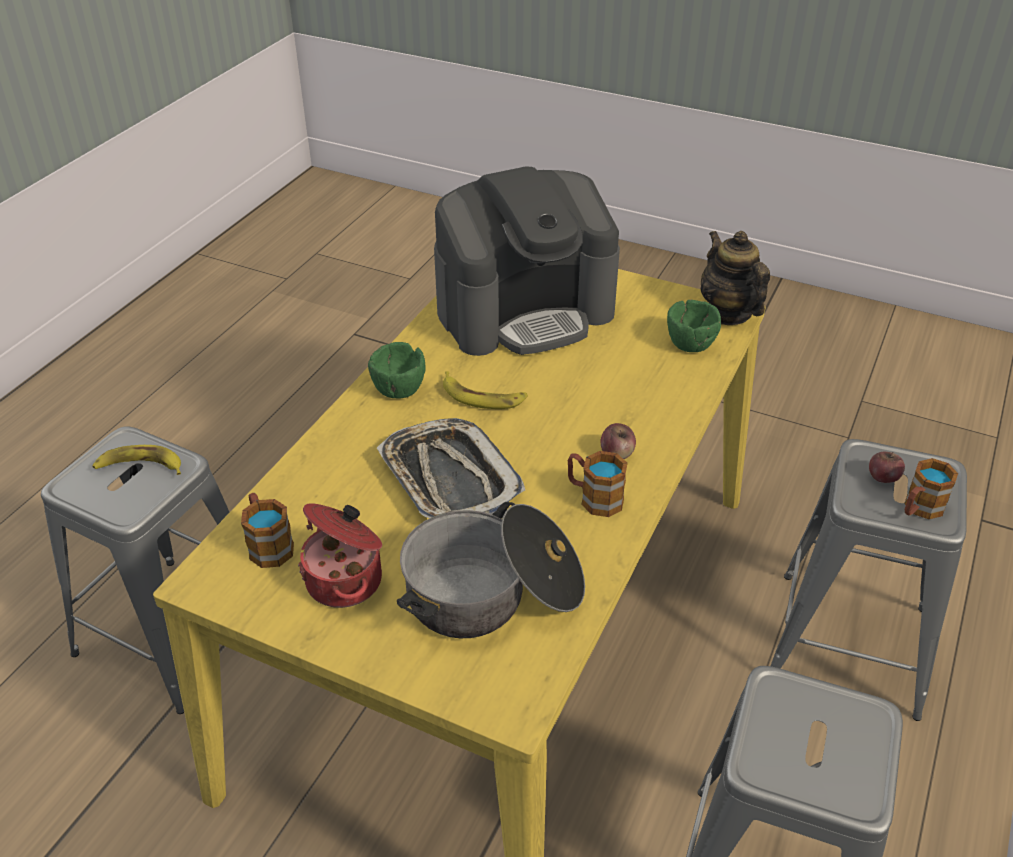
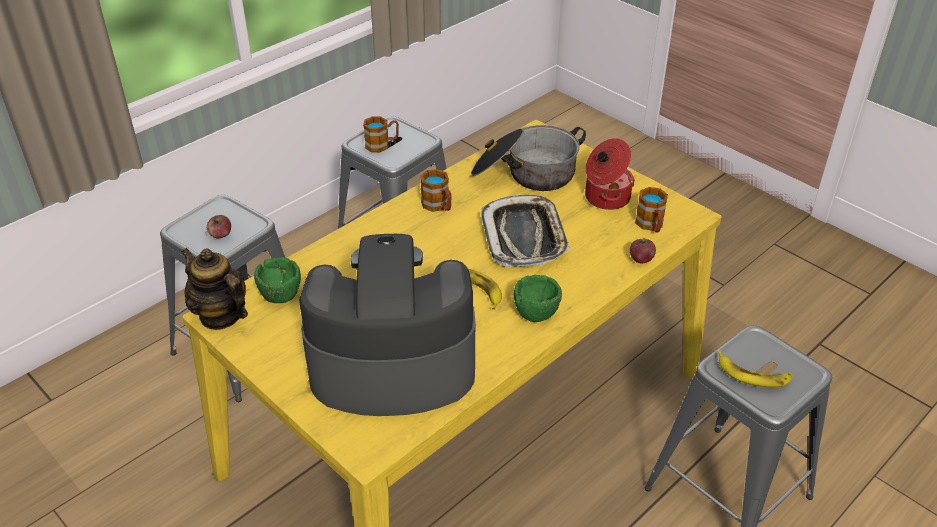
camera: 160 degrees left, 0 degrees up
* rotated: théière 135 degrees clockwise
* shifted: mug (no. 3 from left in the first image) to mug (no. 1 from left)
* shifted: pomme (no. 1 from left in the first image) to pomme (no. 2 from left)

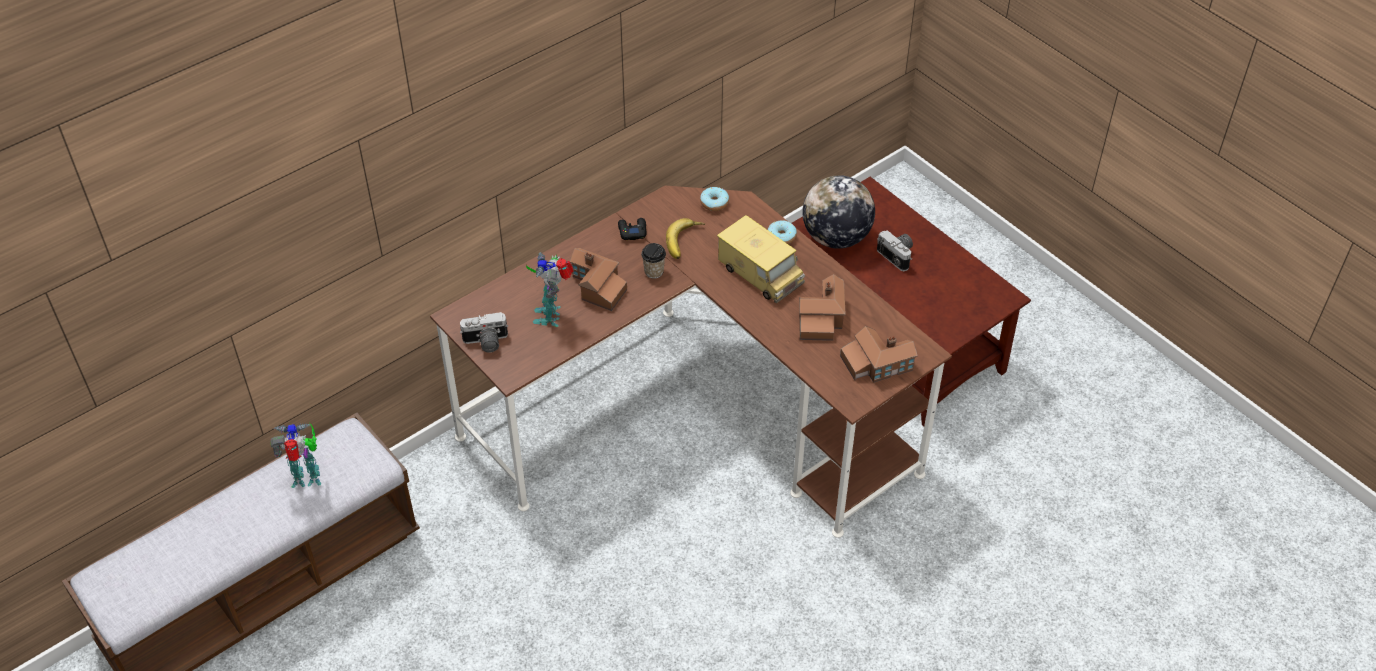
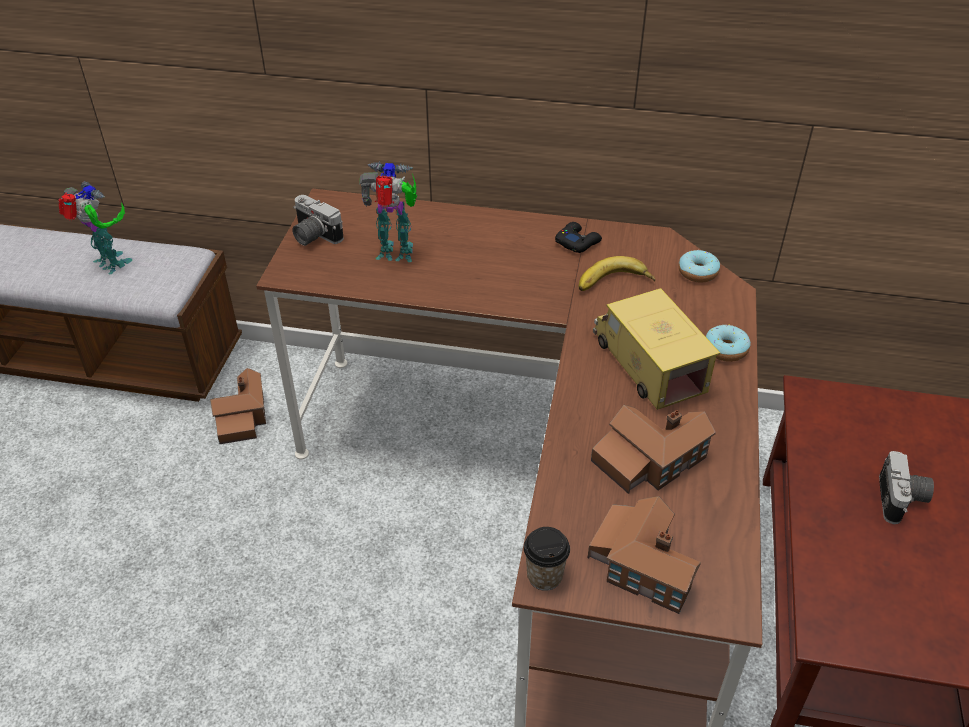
camera: 50 degrees right, 5 degrees down
* shifted: maison miniature (no. 1 from left)
* rotated: robot jouet (no. 2 from left) 45 degrees clockwise
* shifted: tasse
* rotated: camion jouet 150 degrees clockwise
* gone: globe

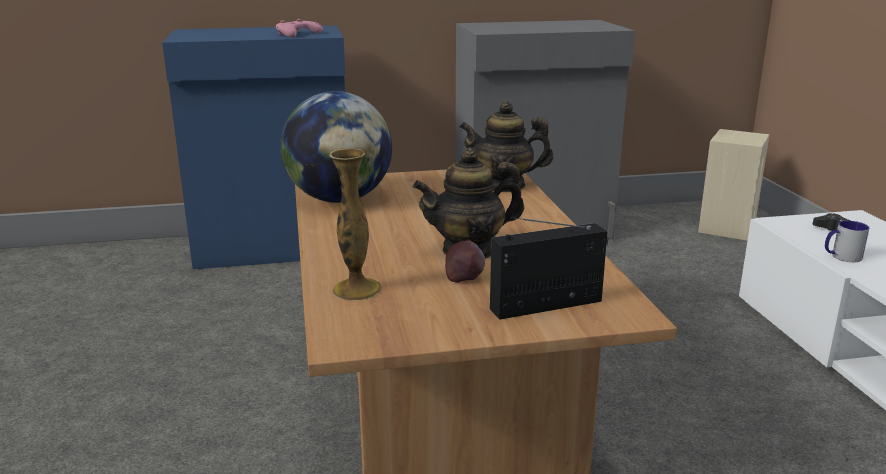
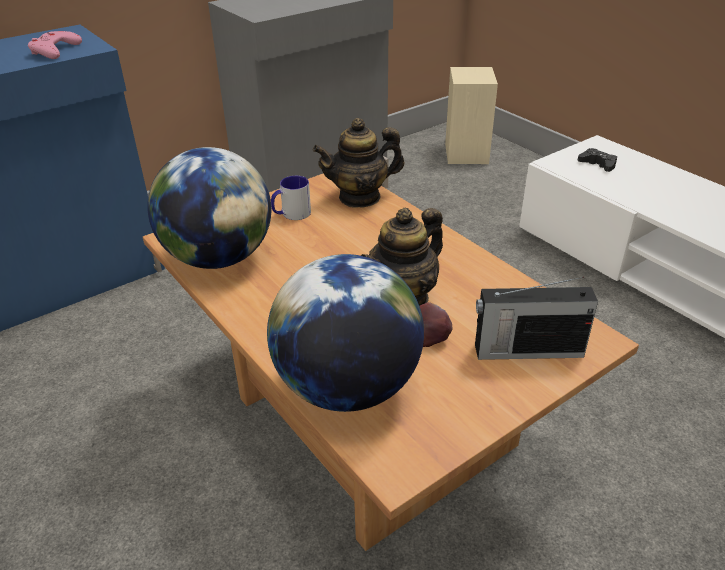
camera: 25 degrees left, 15 degrees up
* swapped: vase to globe (no. 2 from left)
* shifted: mug
* rotated: radio 135 degrees counterclockwise

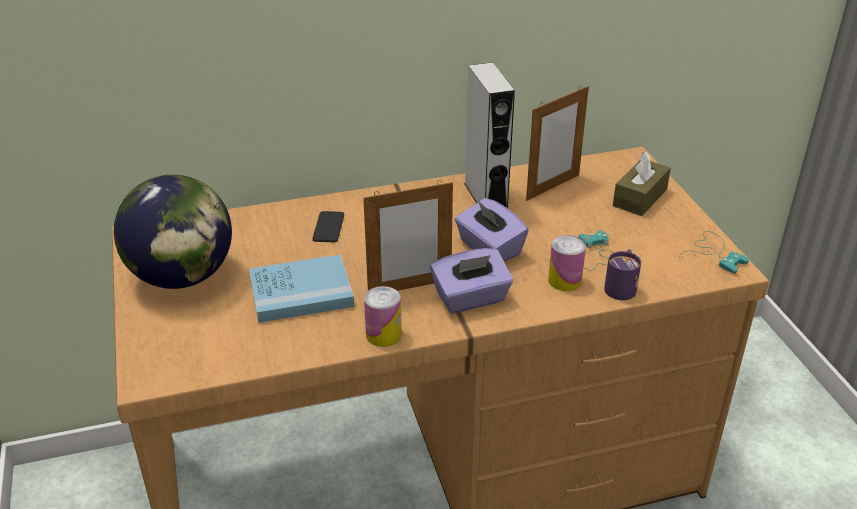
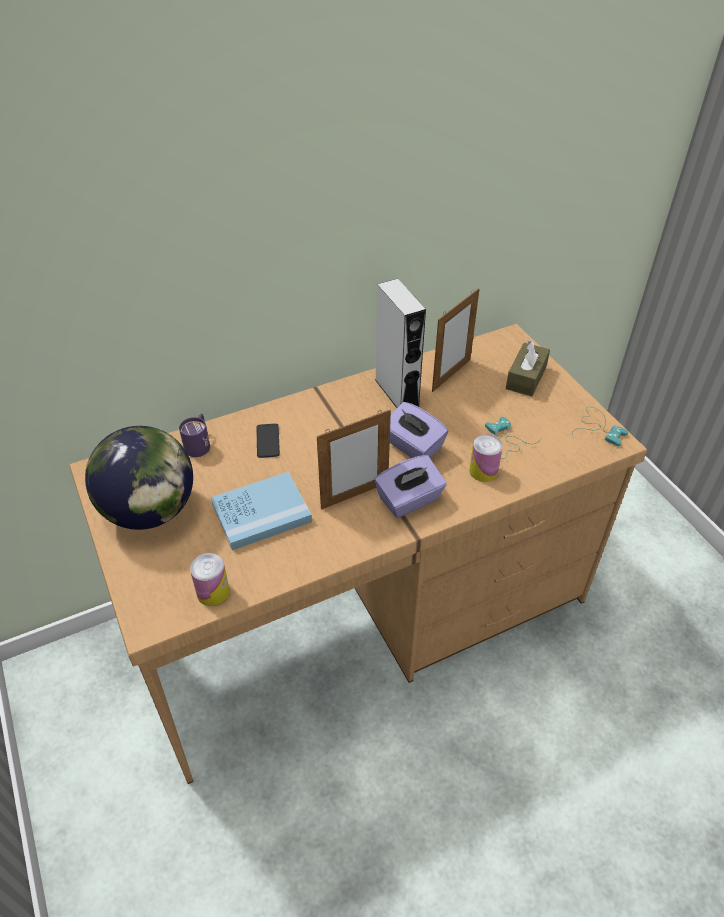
camera: 10 degrees left, 10 degrees up
* shifted: mug [violet]
* shifted: boîte métallique (no. 1 from left)

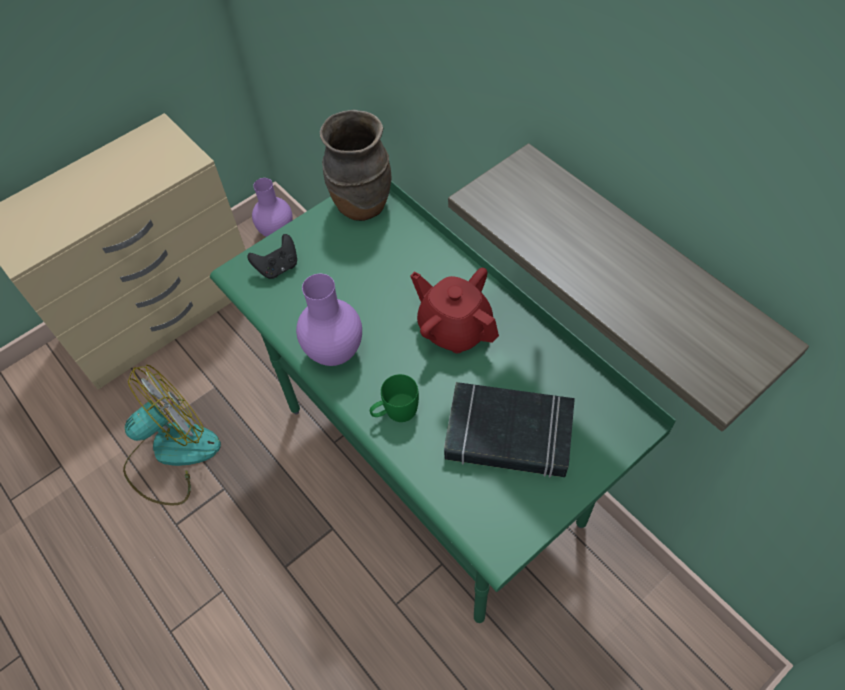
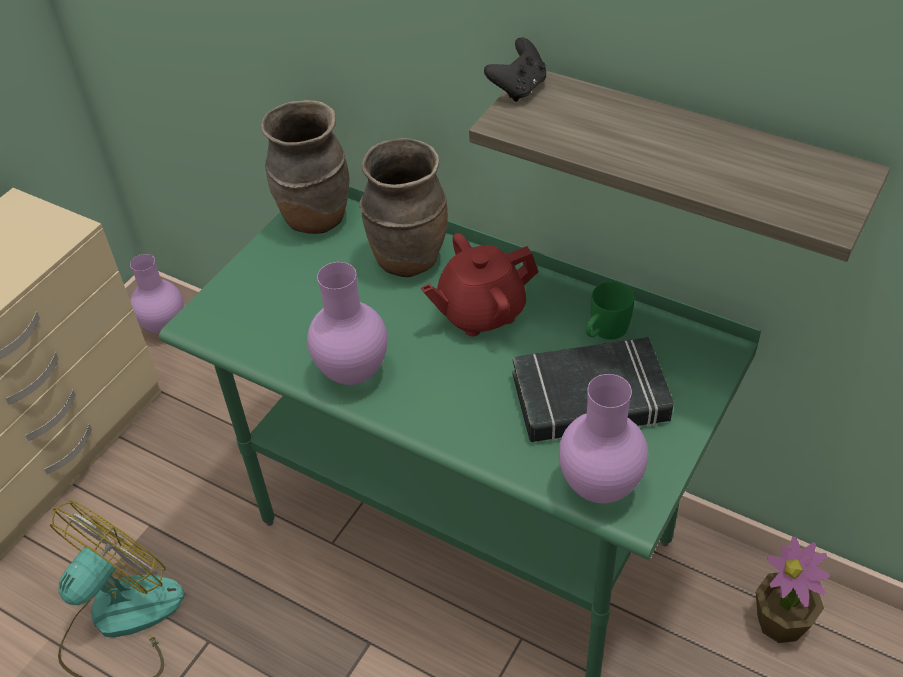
camera: 20 degrees left, 10 degrees down
* new: vase [marron] (no. 2 from left)
* rotated: théière [rouge] 45 degrees counterclockwise
* shifted: manette [noir]
* new: vase [violet] (no. 3 from left)
* shifted: mug [vert]
* new: plante en pot

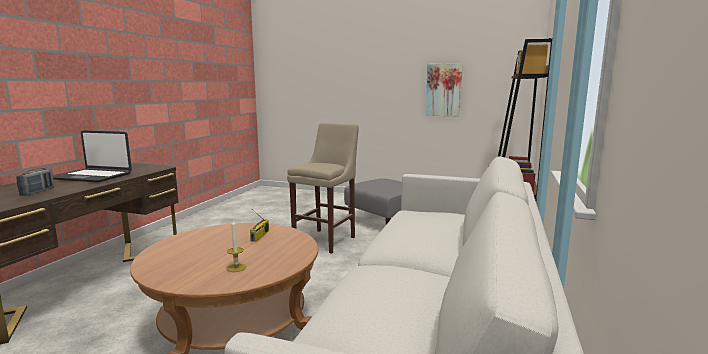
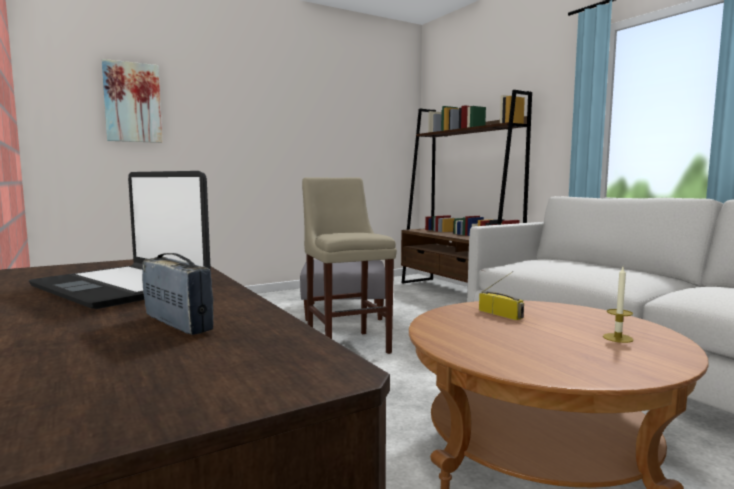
camera: 50 degrees left, 5 degrees down
* rotated: ordinateur portable 75 degrees clockwise
* shifted: tableau

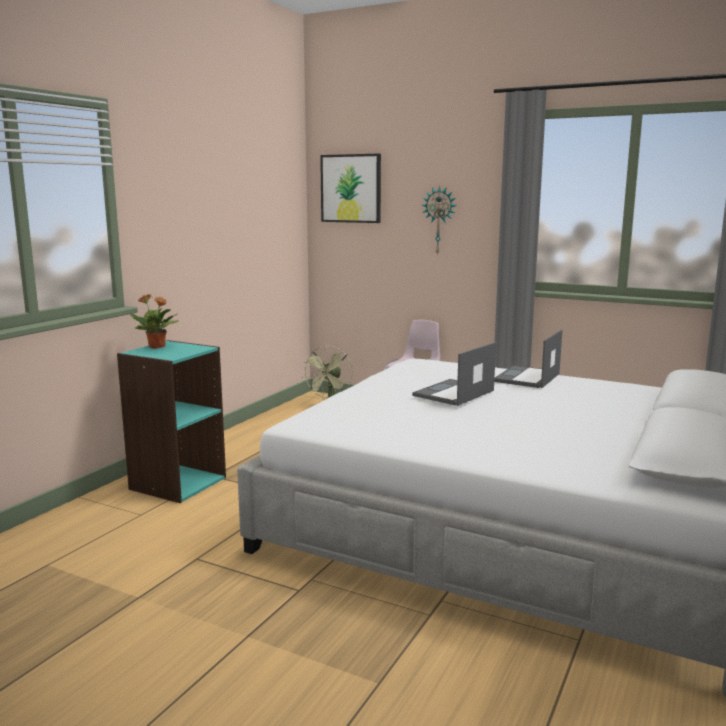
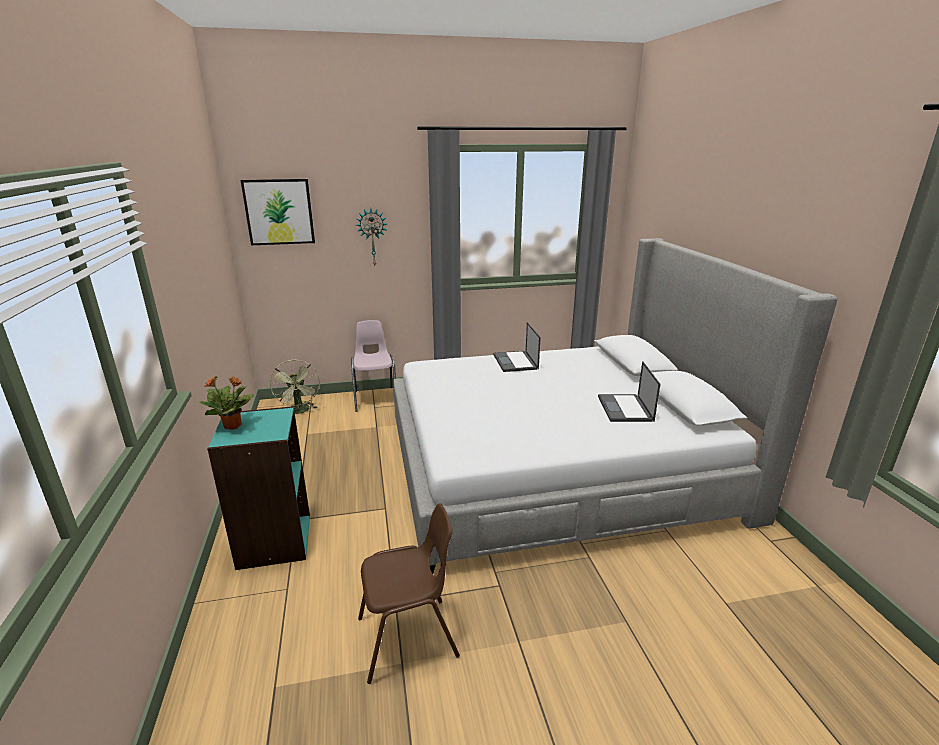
camera: 40 degrees left, 10 degrees up
* new: chaise [marron]
* shifted: ordinateur portable (no. 1 from left in the first image) to ordinateur portable (no. 2 from left)

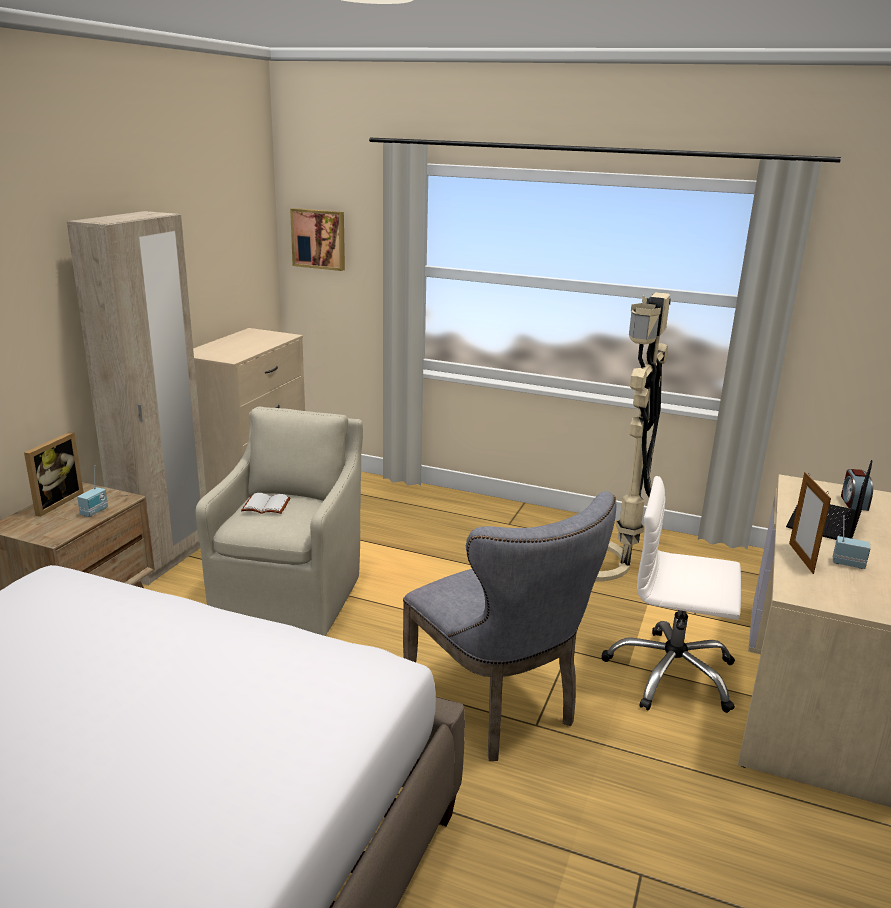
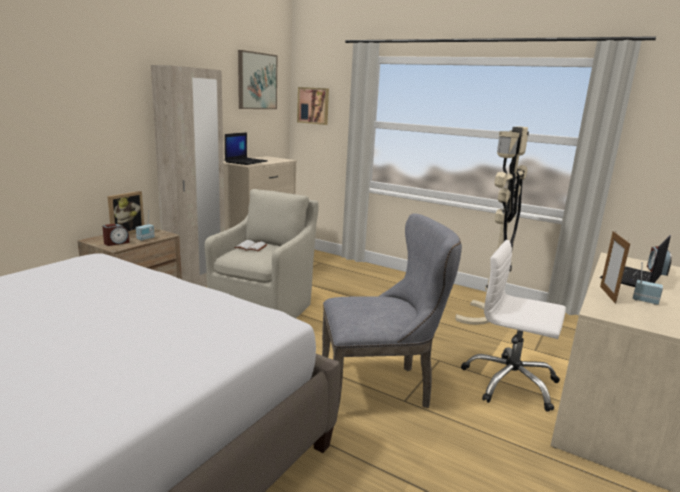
camera: 10 degrees right, 5 degrees down
* new: réveil (no. 1 from left)
* new: ordinateur portable (no. 1 from left)
* new: tableau (no. 1 from left)
* rotated: chaise [gris] 75 degrees counterclockwise

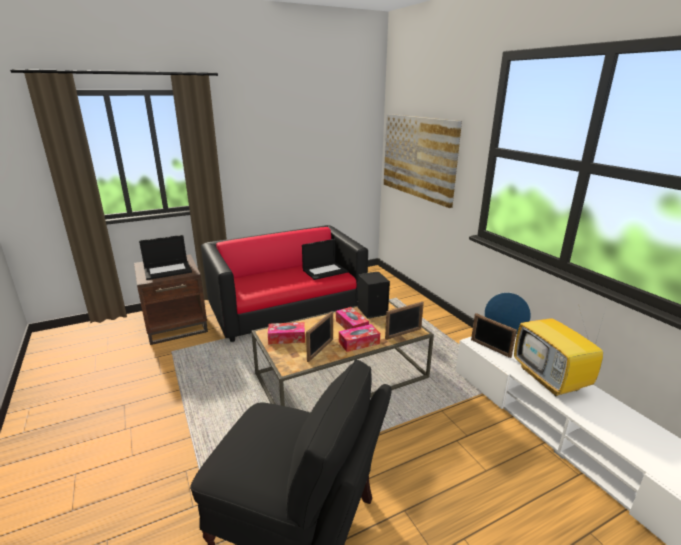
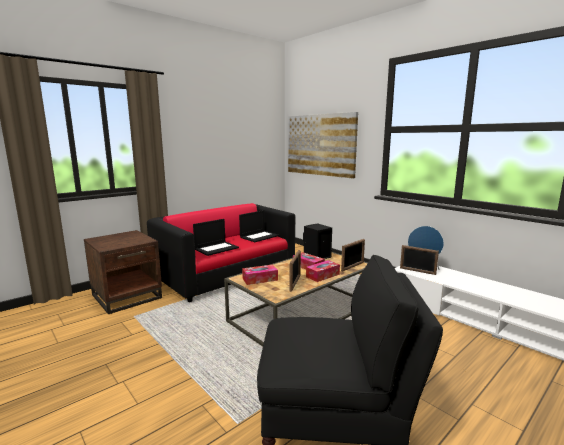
camera: 15 degrees left, 10 degrees down
* shifted: ordinateur portable (no. 1 from left)
* gone: téléviseur

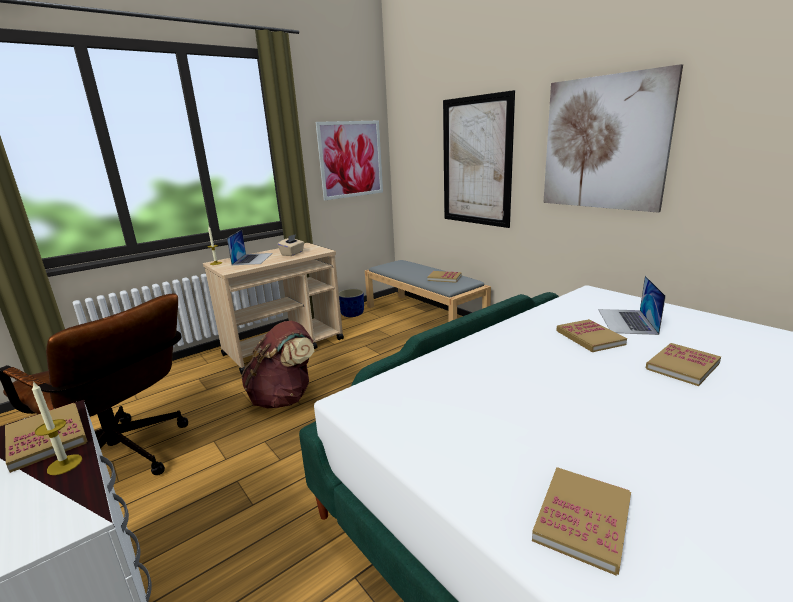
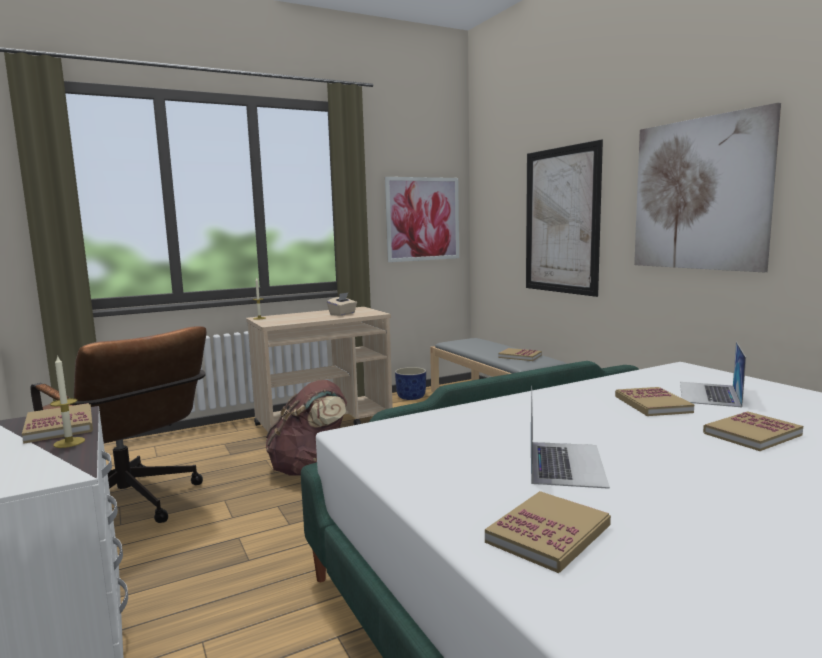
camera: 10 degrees right, 10 degrees down
* shifted: ordinateur portable (no. 1 from left)

